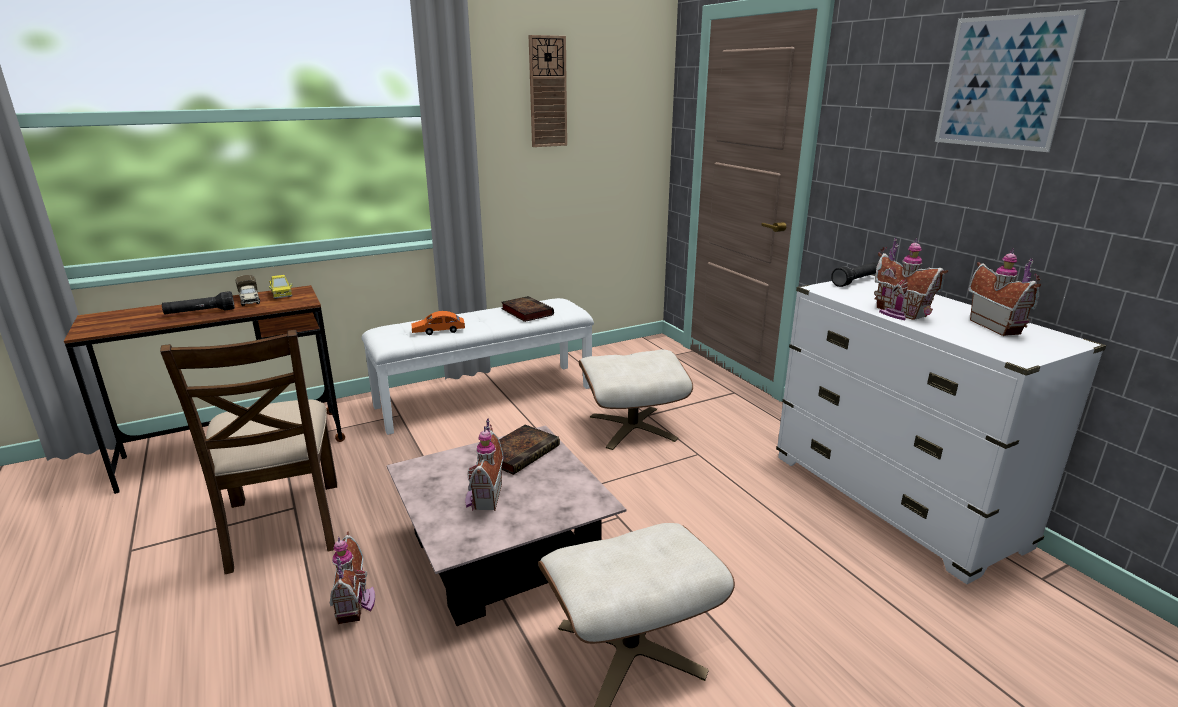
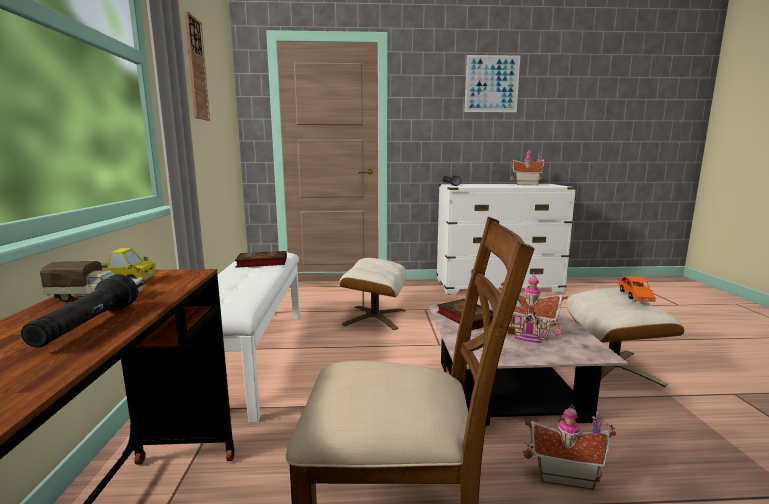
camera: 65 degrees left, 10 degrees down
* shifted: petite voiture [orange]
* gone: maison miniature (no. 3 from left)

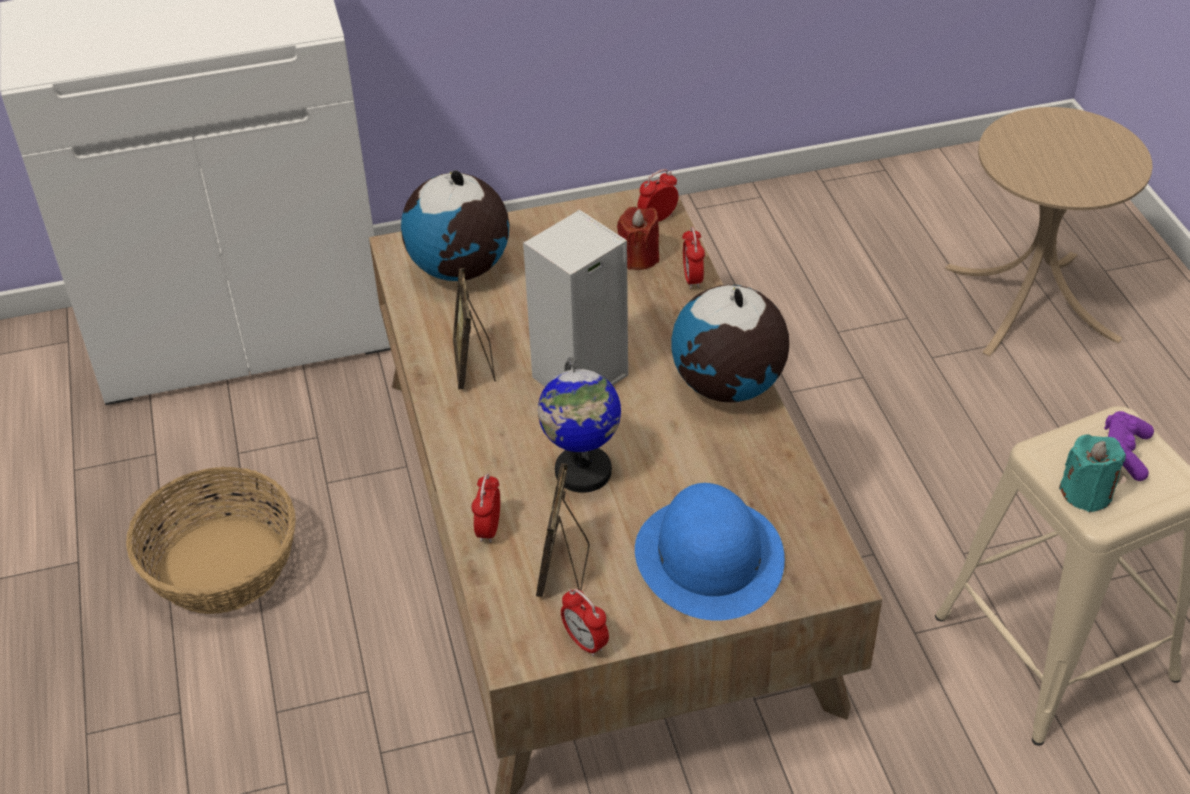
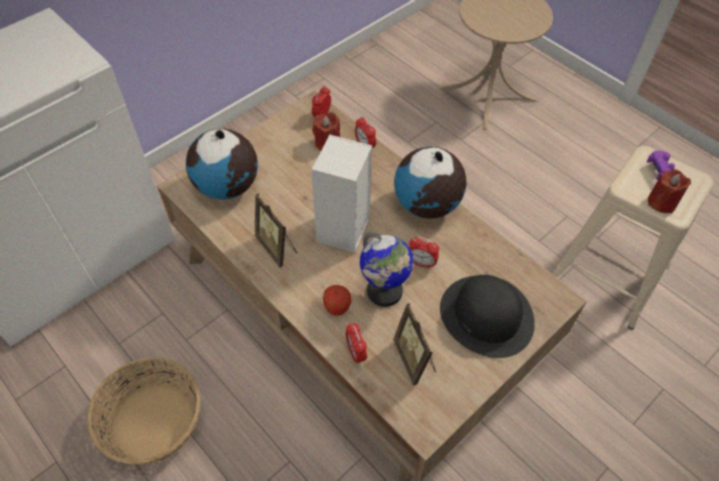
camera: 30 degrees left, 10 degrees up
* new: pomme
* shifted: réveil (no. 2 from left in the first image) to réveil (no. 4 from left)
* repainted: chapeau [bleu] to chapeau [noir]
* repainted: bougie [turquoise] to bougie [rouge] (no. 2 from left)

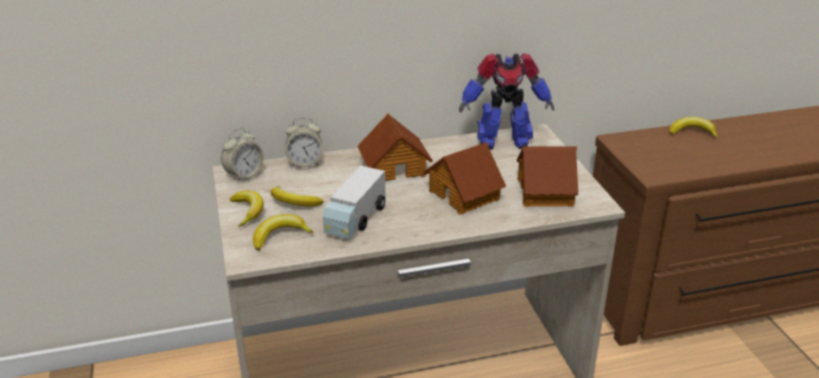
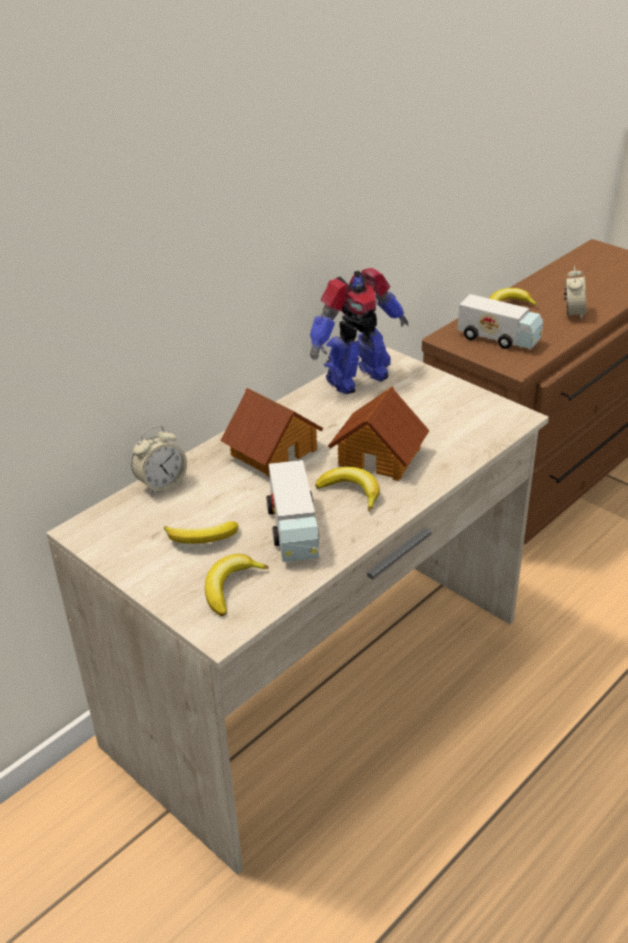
camera: 30 degrees left, 5 degrees up
* shifted: banane (no. 1 from left in the first image) to banane (no. 3 from left)
* new: camion jouet (no. 2 from left)
* shifted: réveil (no. 1 from left in the first image) to réveil (no. 2 from left)
* gone: maison miniature (no. 3 from left)

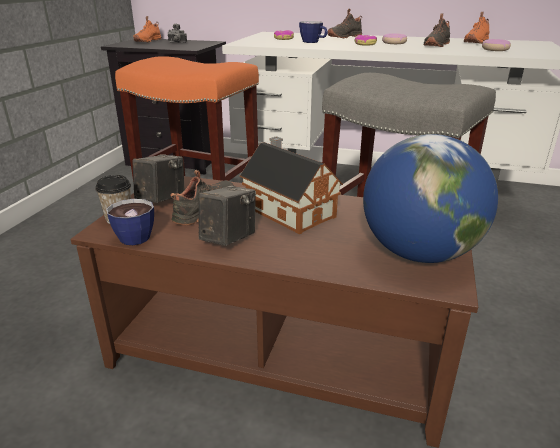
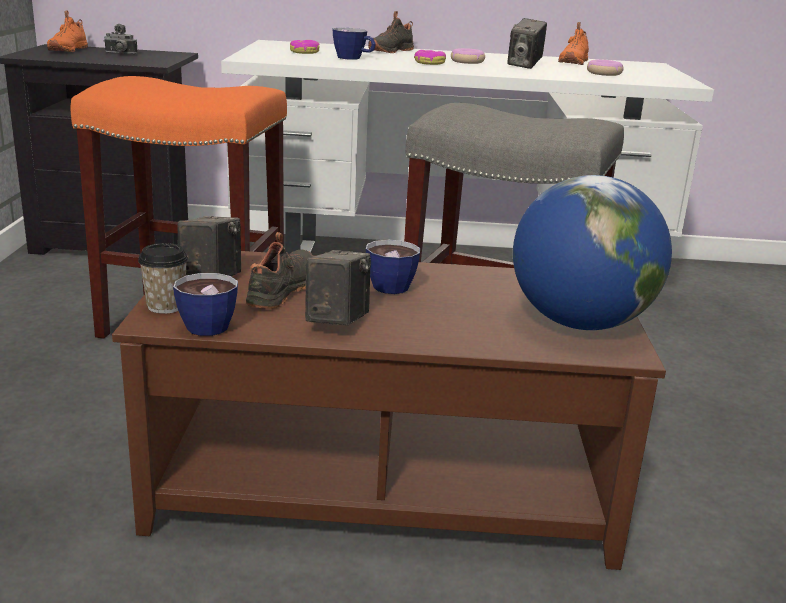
camera: 15 degrees left, 5 degrees down
* swapped: maison miniature to tasse (no. 4 from left)
* swapped: chaussure [noir] (no. 3 from left) to appareil photo (no. 4 from left)

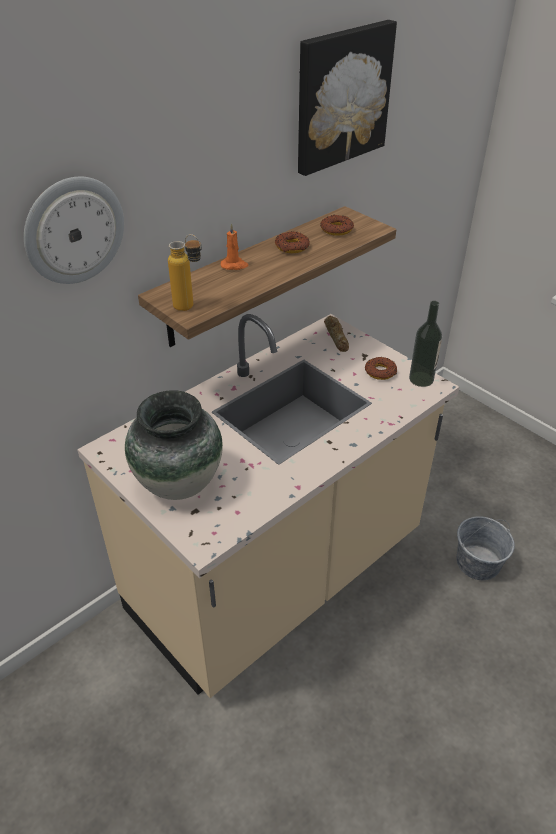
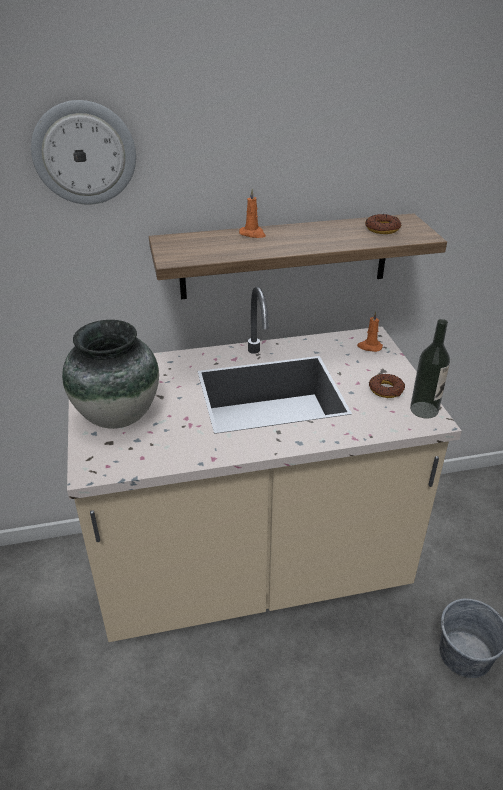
camera: 30 degrees right, 5 degrees down
* swapped: pain to bougie [orange] (no. 2 from left)
* gone: bouteille (no. 1 from left)
* gone: beignet (no. 1 from left)
* gone: tableau

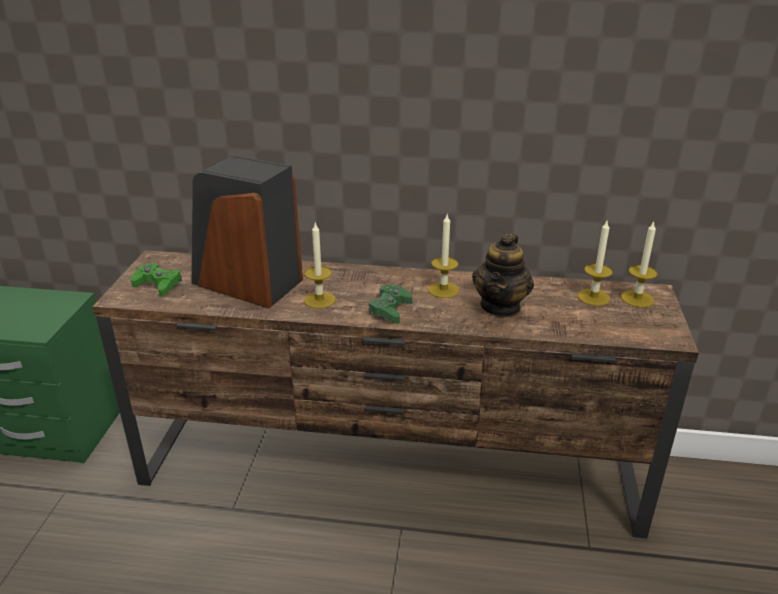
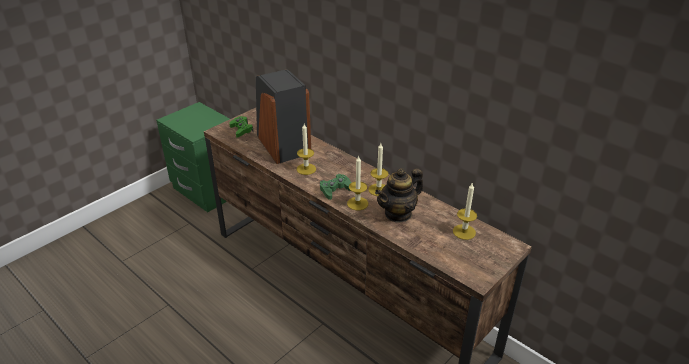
camera: 35 degrees right, 5 degrees up
* shifted: bougie (no. 4 from left in the first image) to bougie (no. 2 from left)

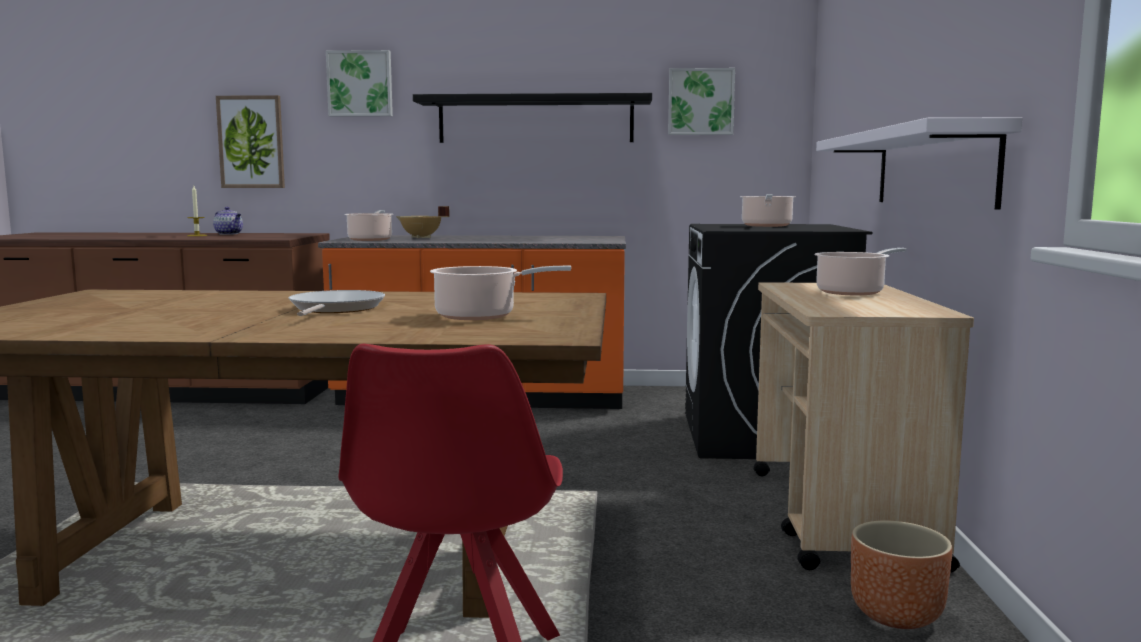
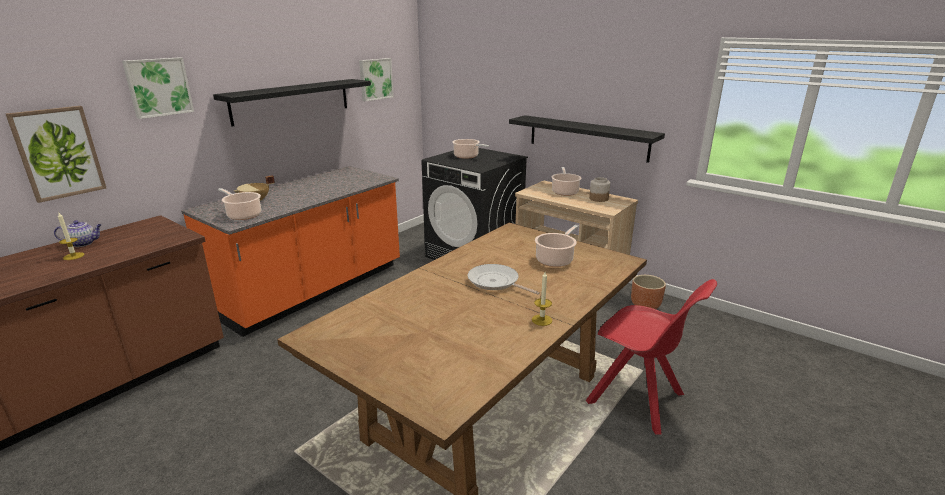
camera: 55 degrees left, 15 degrees up
* repainted: étagère [blanc] to étagère [noir] (no. 2 from left)
* new: bougie (no. 2 from left)
* new: bocal

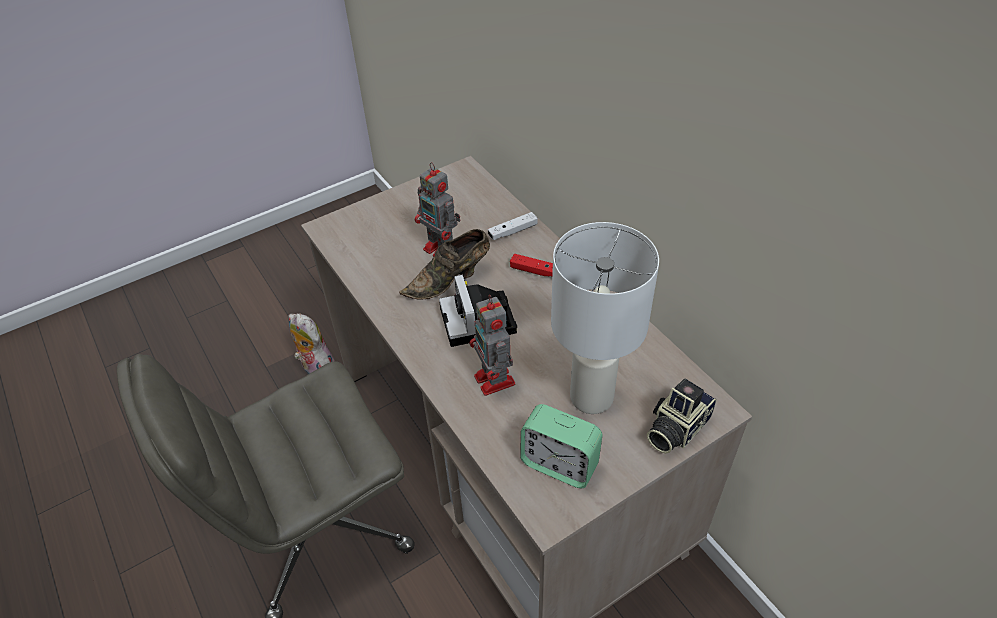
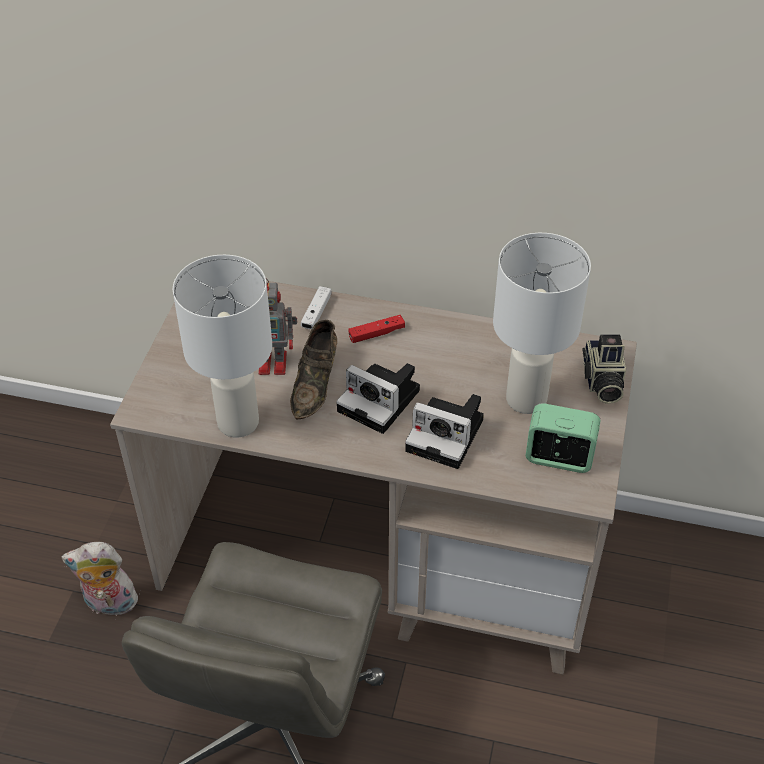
camera: 45 degrees left, 0 degrees up
* new: lampe de table [blanc] (no. 1 from left)
* swapped: robot jouet (no. 2 from left) to appareil photo (no. 2 from left)
* rotated: réveil 150 degrees counterclockwise

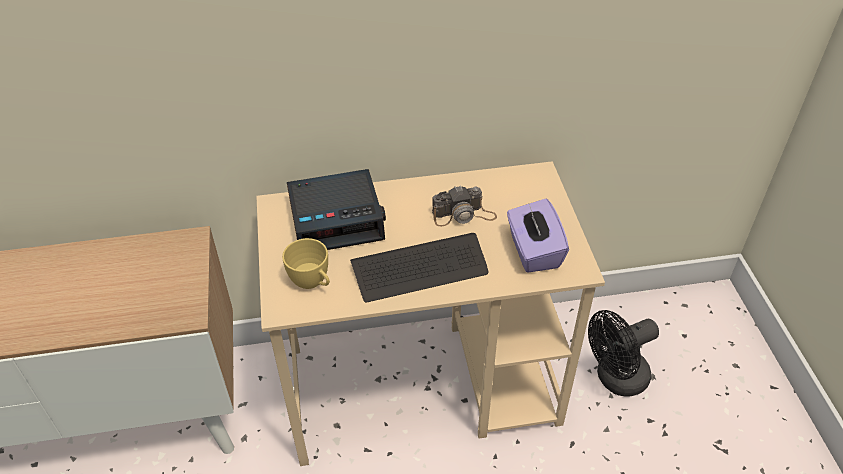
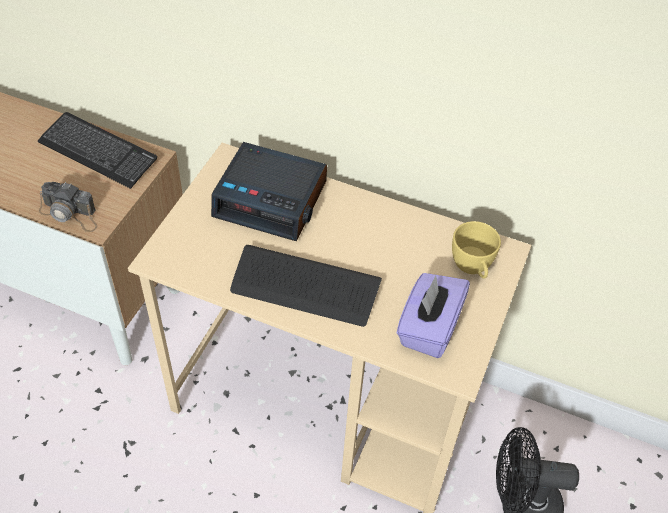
camera: 30 degrees right, 5 degrees up
* new: clavier (no. 1 from left)
* shifted: appareil photo
* shifted: tasse [jaune]

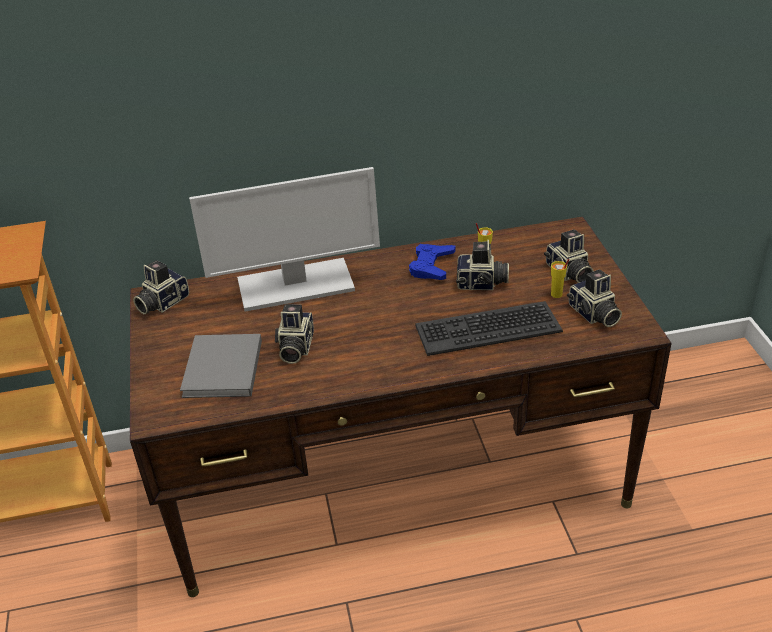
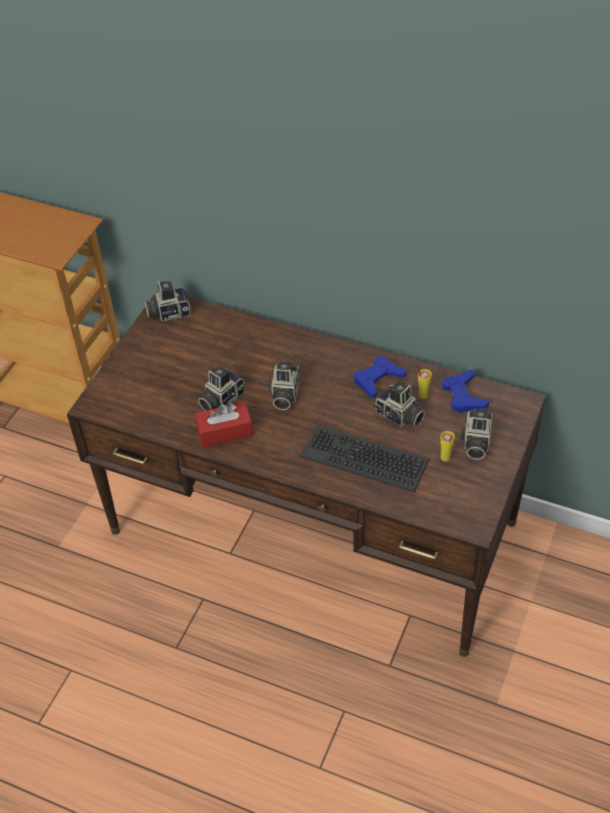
camera: 35 degrees right, 10 degrees up
* new: boîte à mouchoirs [rouge]
* shifted: appareil photo (no. 5 from left in the first image) to appareil photo (no. 3 from left)
* new: manette [bleu] (no. 2 from left)
* gone: livre [gris]
* gone: écran d'ordinateur

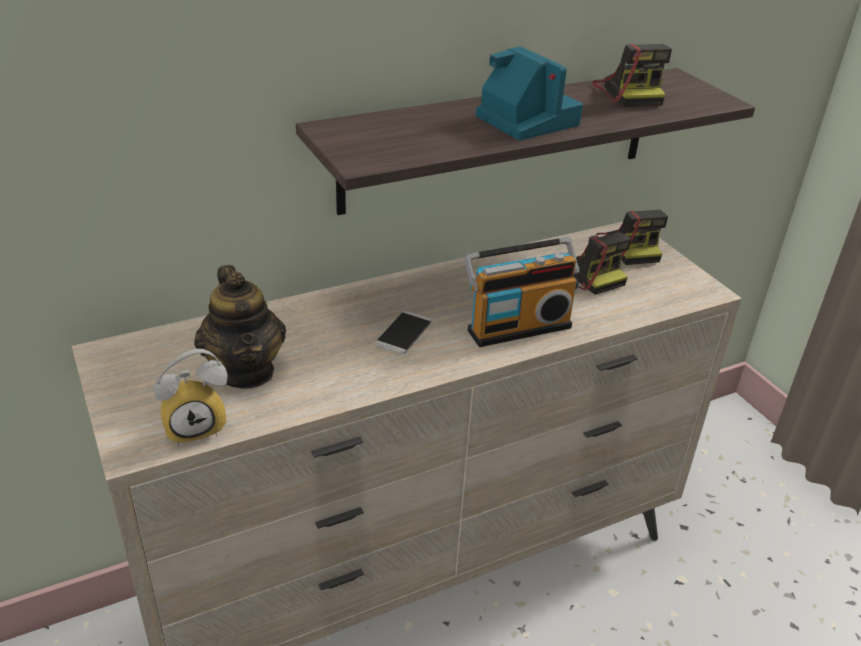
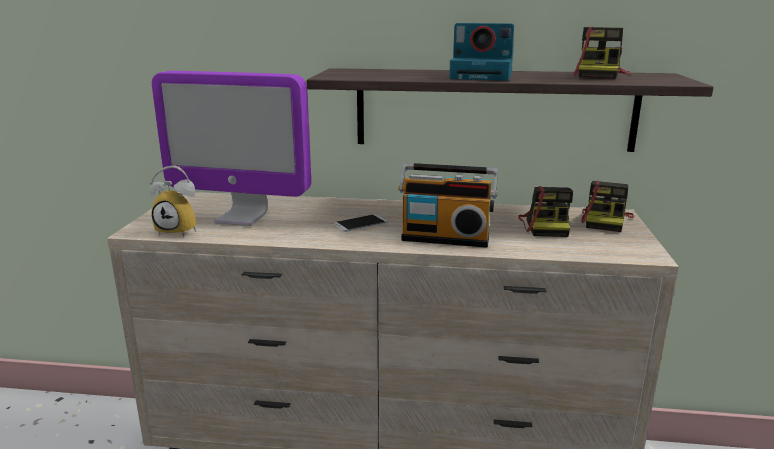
camera: 35 degrees right, 15 degrees down
* swapped: théière to écran d'ordinateur
* rotated: appareil photo (no. 1 from left) 105 degrees clockwise

